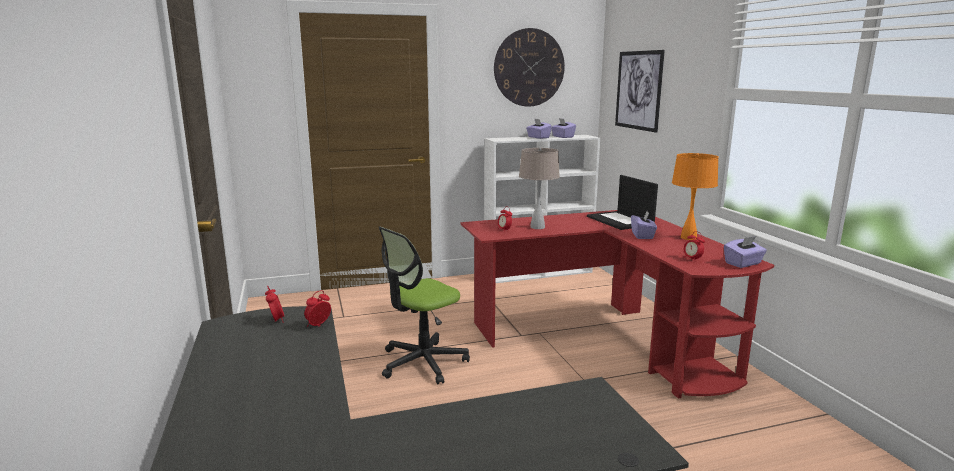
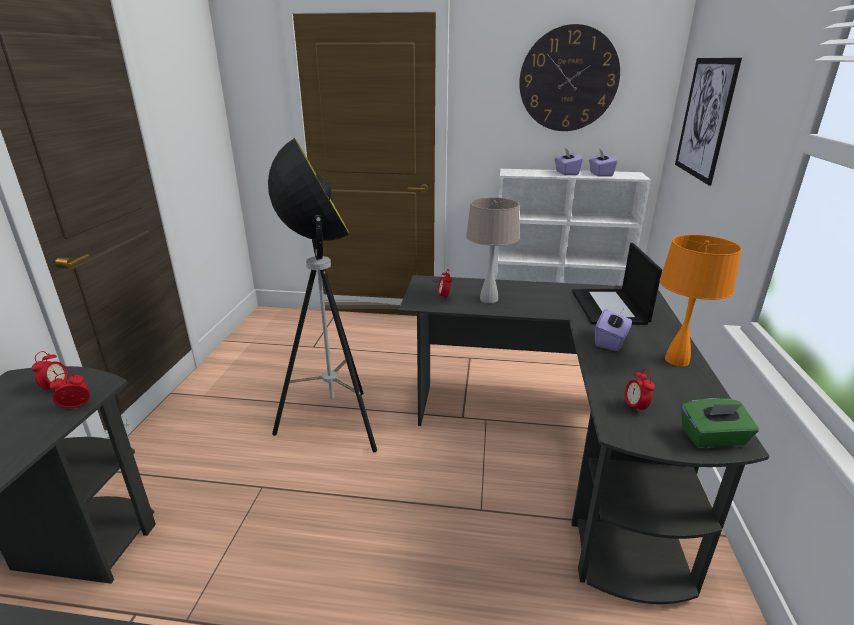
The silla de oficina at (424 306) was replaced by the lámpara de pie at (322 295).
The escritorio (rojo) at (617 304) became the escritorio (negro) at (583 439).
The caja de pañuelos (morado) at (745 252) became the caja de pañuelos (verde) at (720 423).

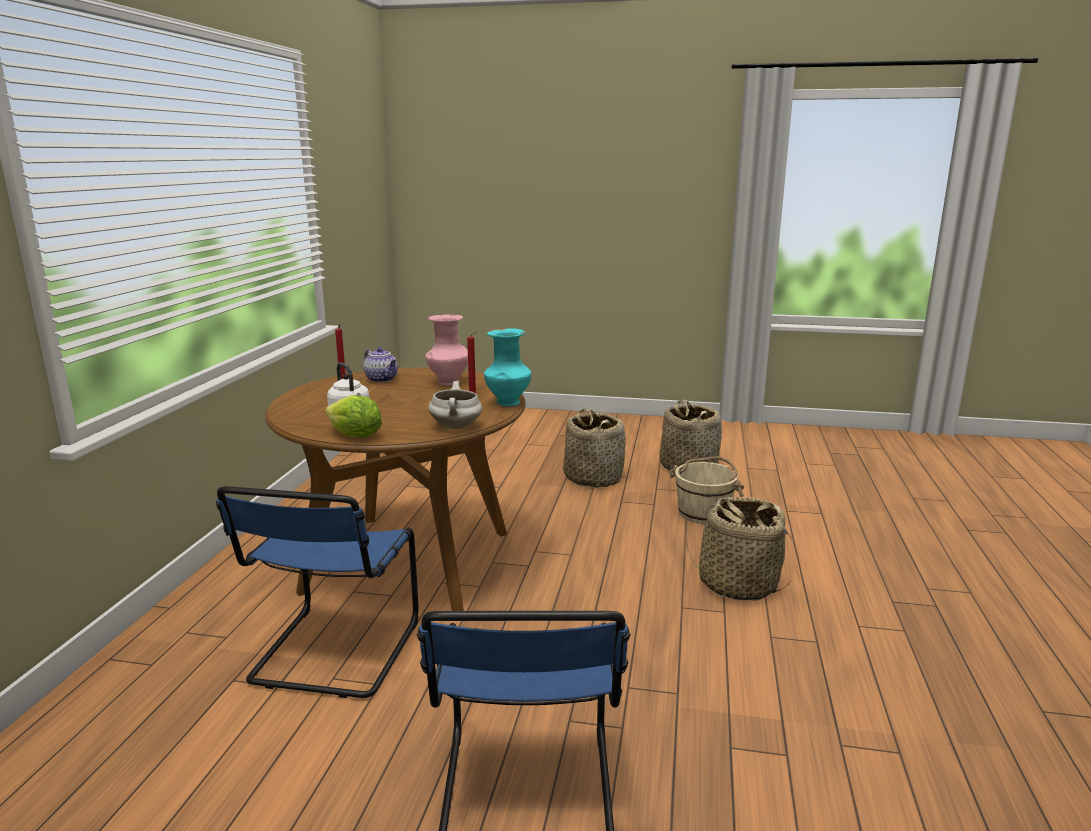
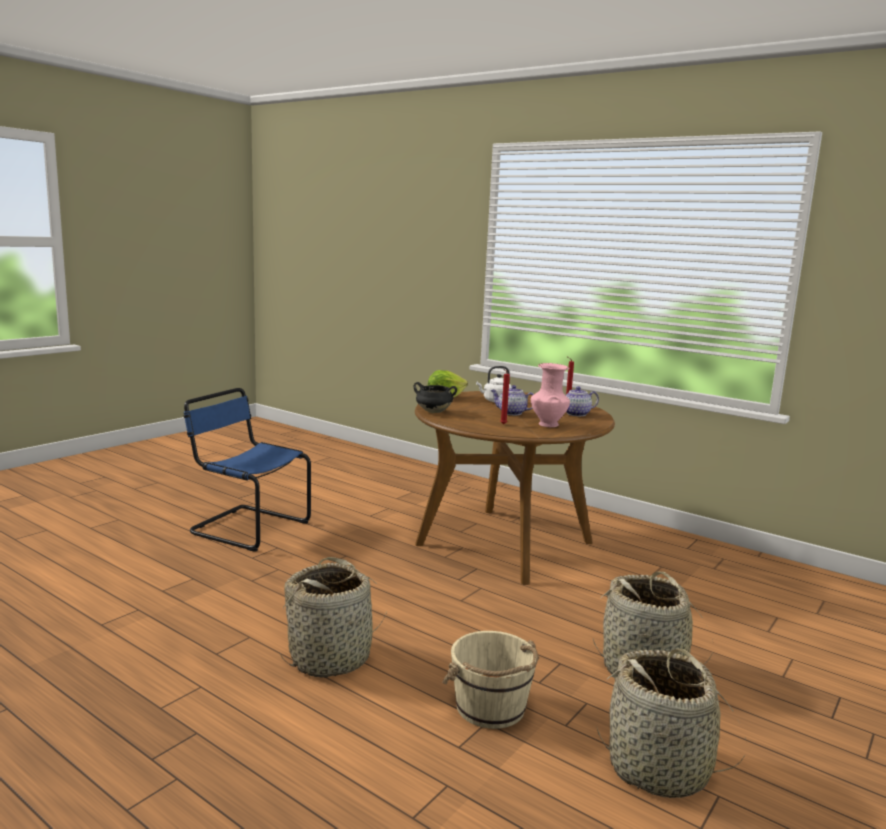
The olla (blanco) at (455 405) became the olla (negro) at (435 397).
The tetera at (512 400) appeared.
The silla (azul) at (317 592) disappeared.
The florero (turquesa) at (507 367) disappeared.

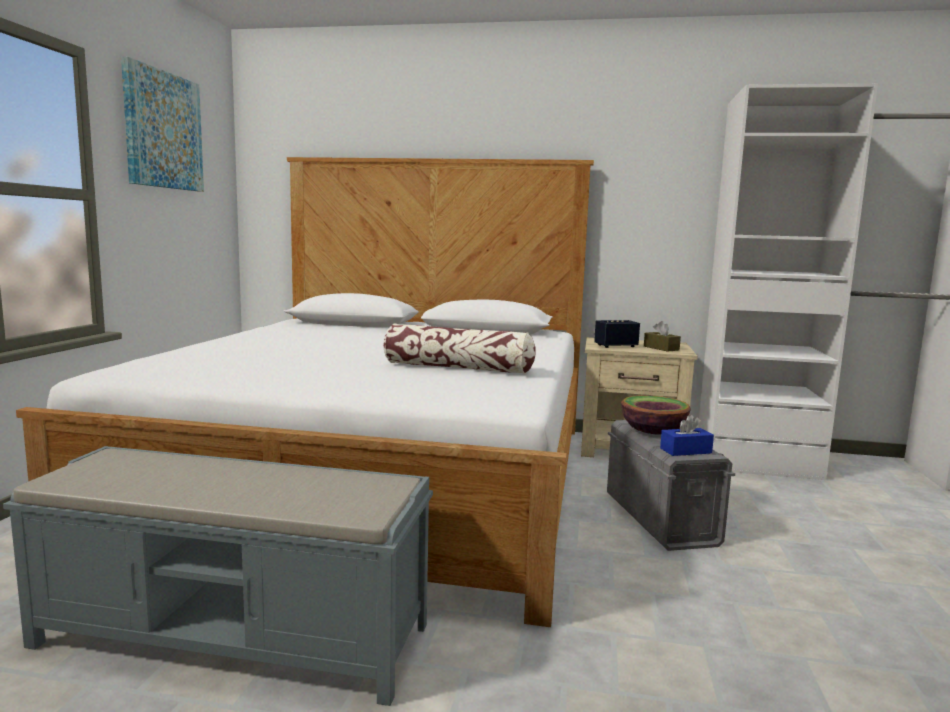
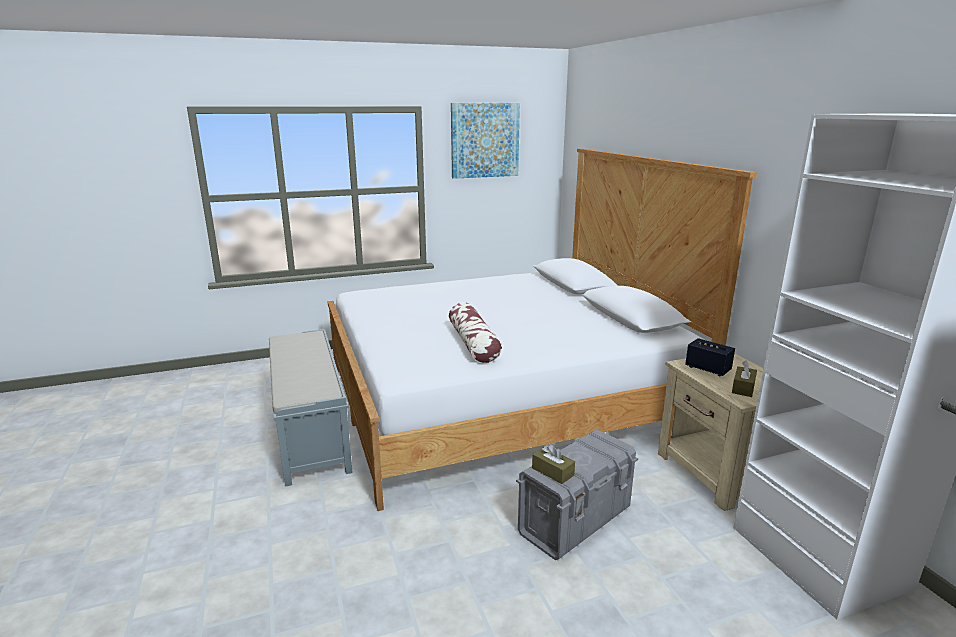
The caja de pañuelos (azul) at (687 435) became the caja de pañuelos (marrón) at (553 464).
The cuenco at (656 414) disappeared.

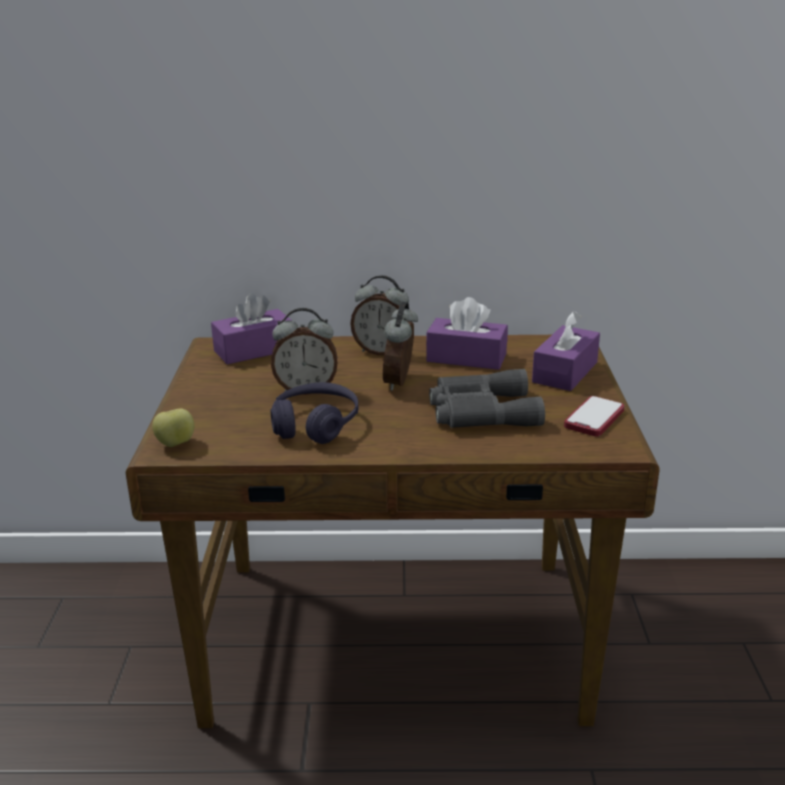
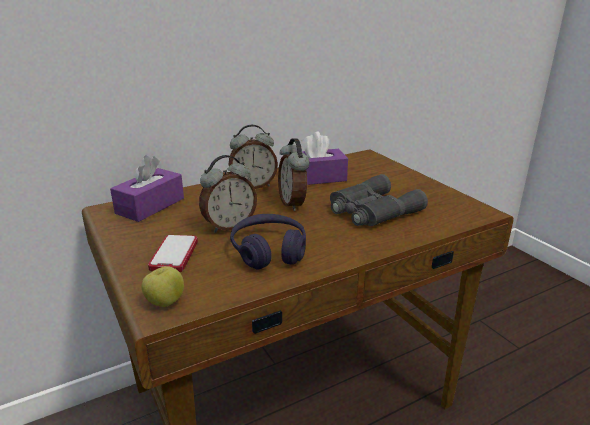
The móvil moved from (594 416) to (173 253).
The caja de pañuelos (morado) at (566 351) disappeared.

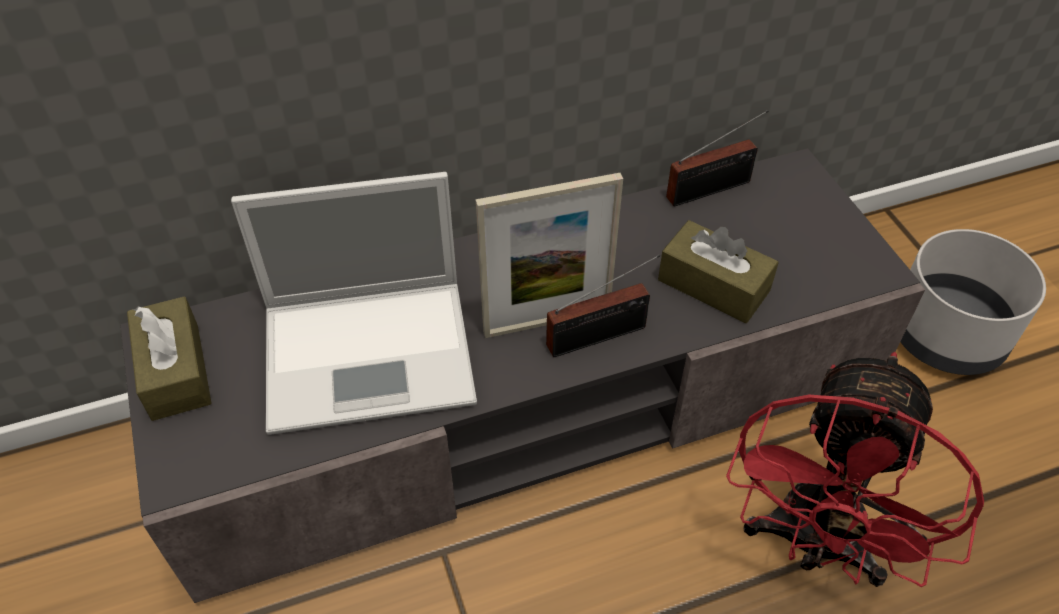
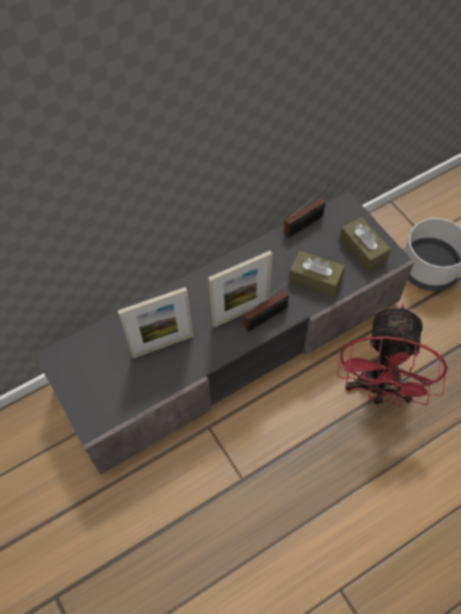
The portátil at (354 303) was replaced by the portarretratos at (156 322).
The caja de pañuelos (marrón) moved from (169 358) to (365 244).

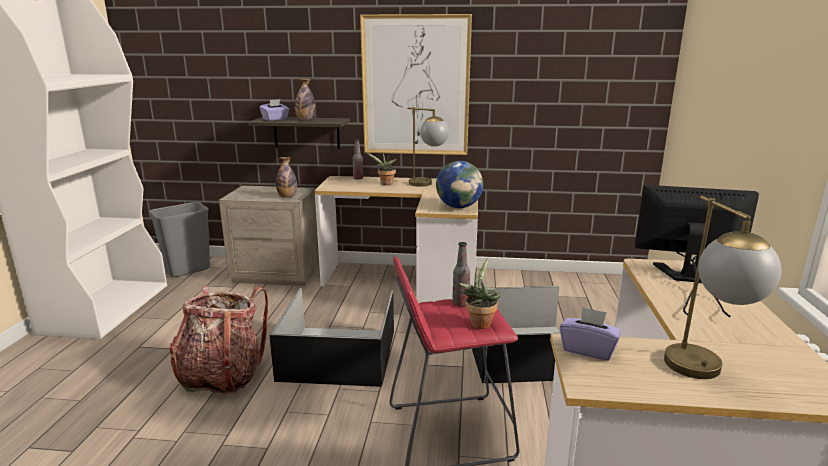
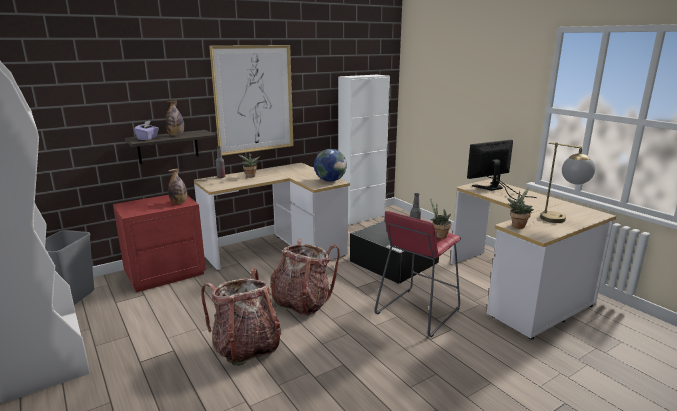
The mesita de noche (beis) at (269 236) became the mesita de noche (rojo) at (159 243).
The caja de almacenaje (negro) at (331 337) was replaced by the mochila at (305 277).
The armario (blanco) at (364 150) appeared.
The caja de pañuelos (morado) at (590 334) was replaced by the planta en maceta at (520 208).
The lámpara de mesa at (428 147) disappeared.

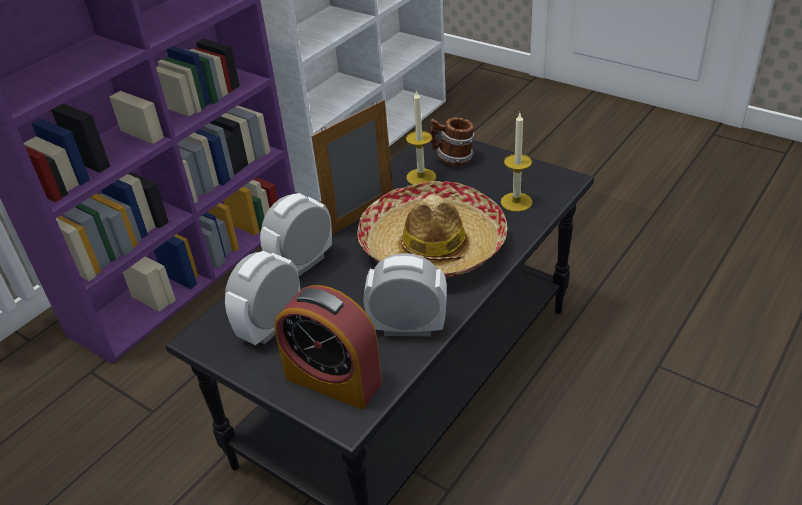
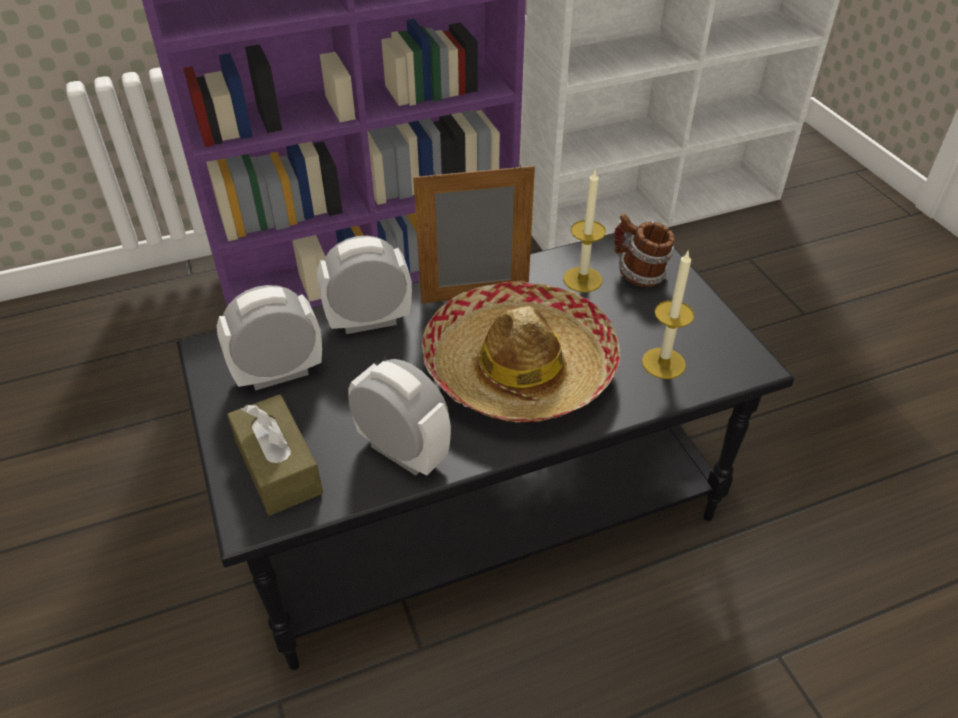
The despertador at (328 347) was replaced by the caja de pañuelos (marrón) at (275 455).

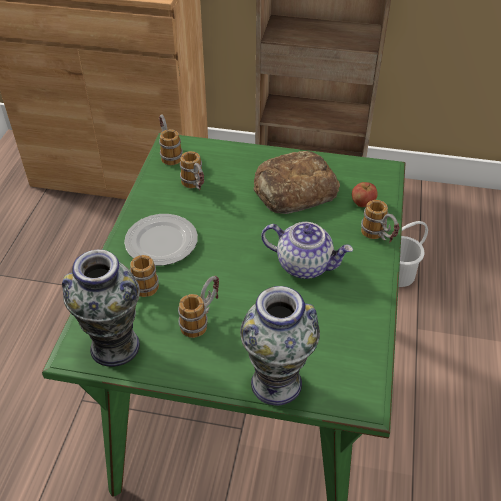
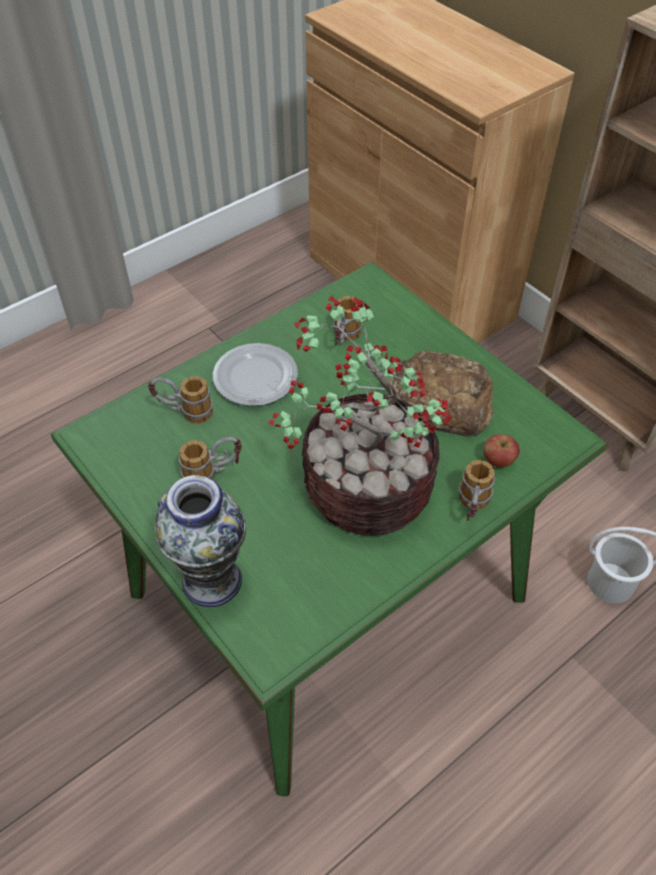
The tetera at (307 250) was replaced by the planta en maceta at (360 416).
The florero at (101 308) disappeared.
The taza grande at (171 139) disappeared.

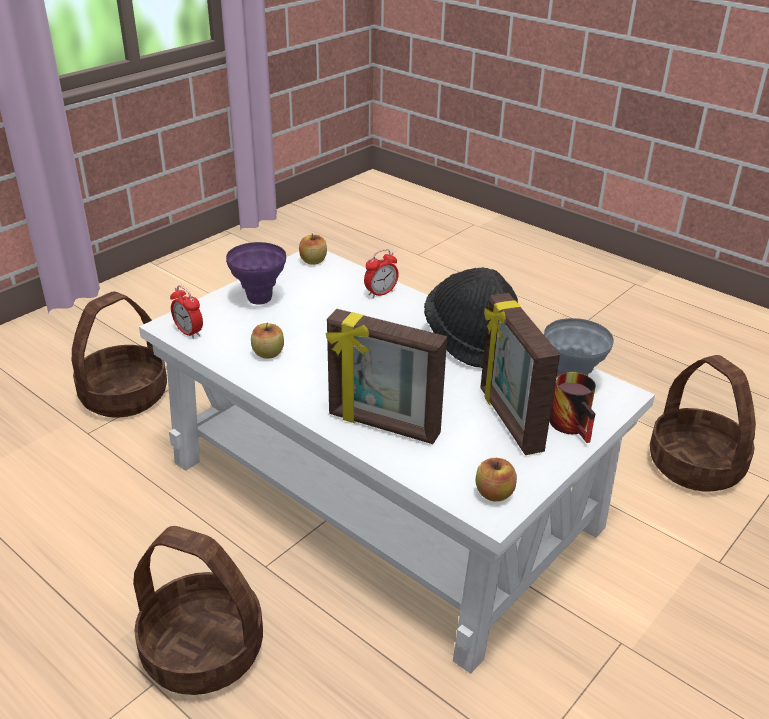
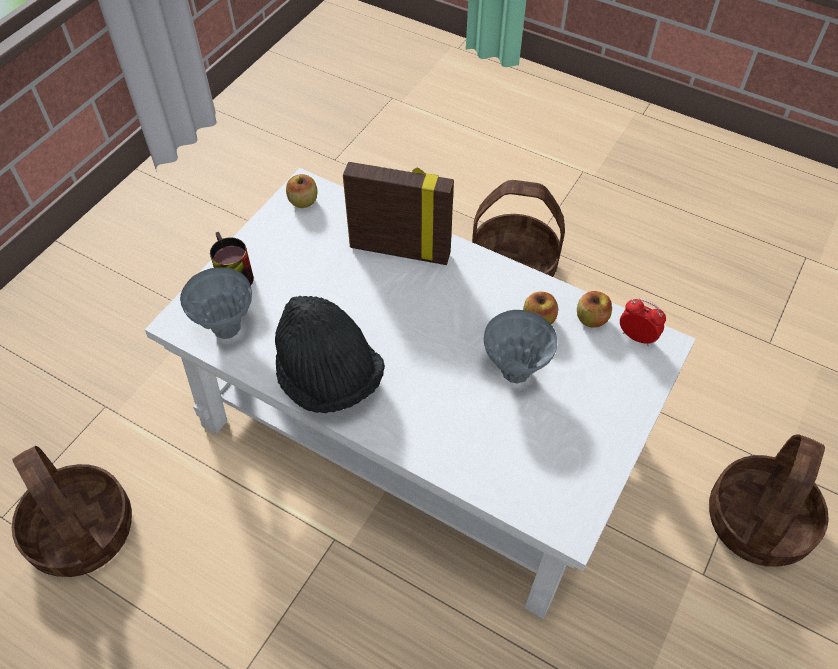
The florero (gris) at (520 347) appeared.
The manzana moved from (313 249) to (594 309).
The florero (morado) at (256 273) disappeared.
The despertador at (381 273) disappeared.
The portarretratos at (520 374) disappeared.

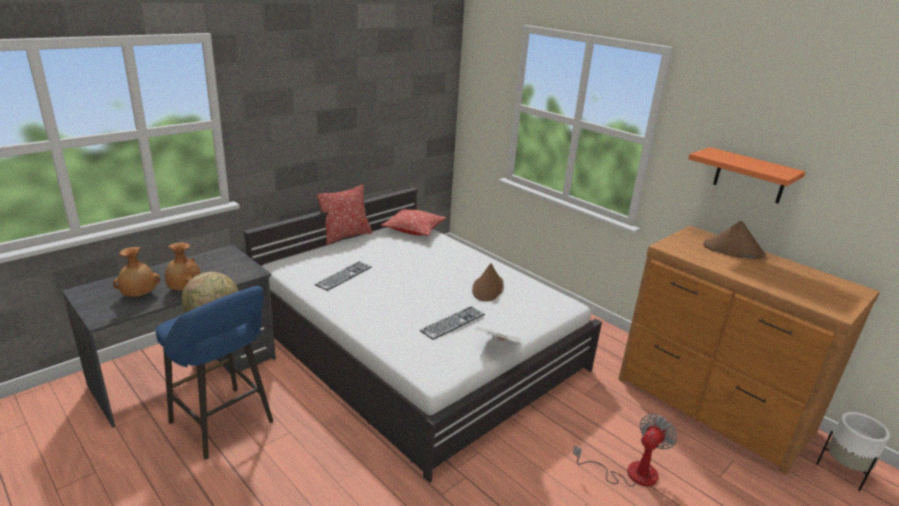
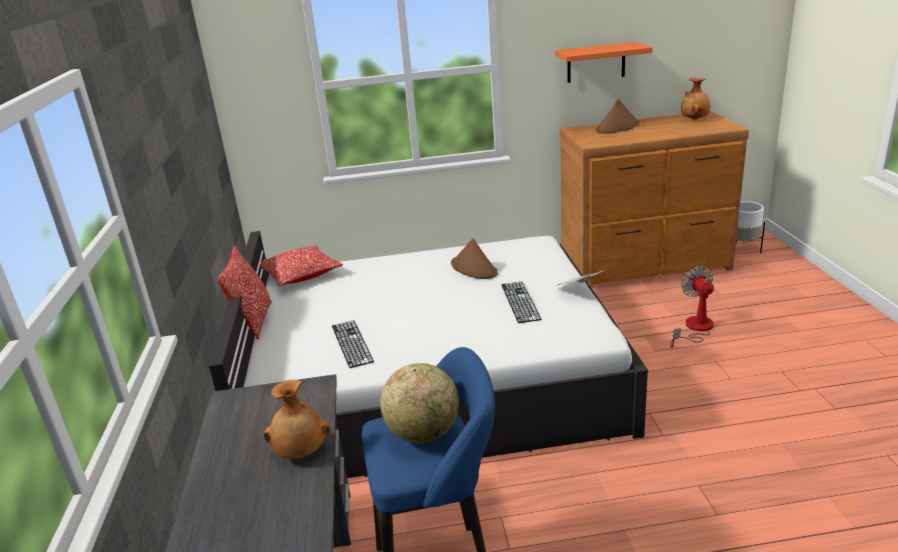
The florero (marrón) moved from (136 272) to (695 98).

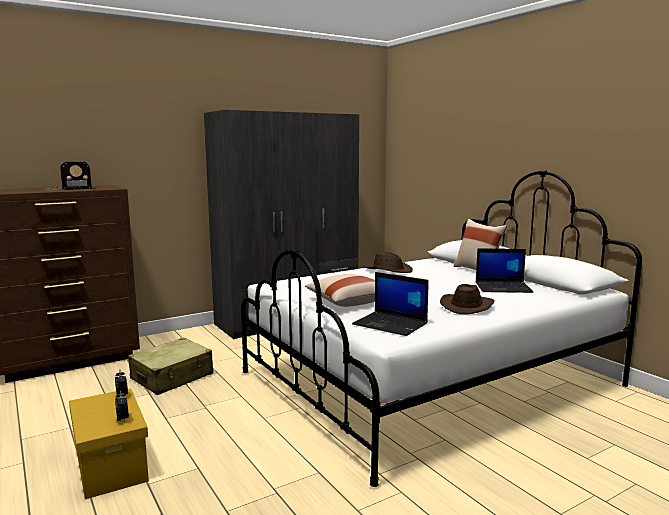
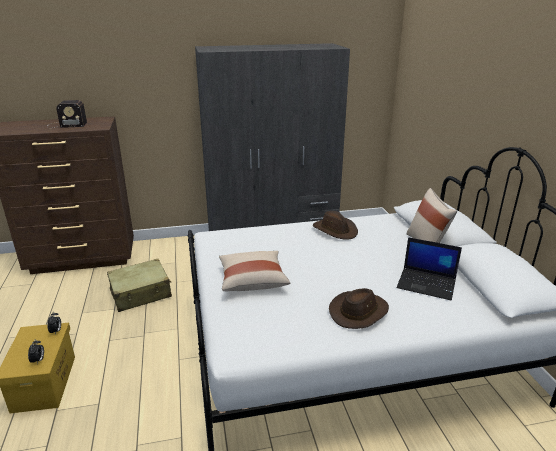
The portátil at (390 304) disappeared.

